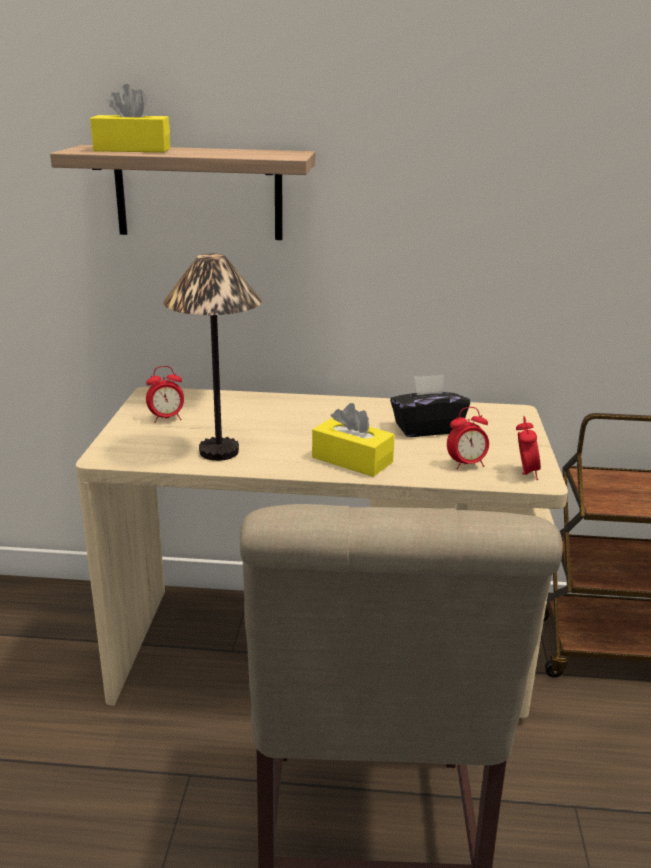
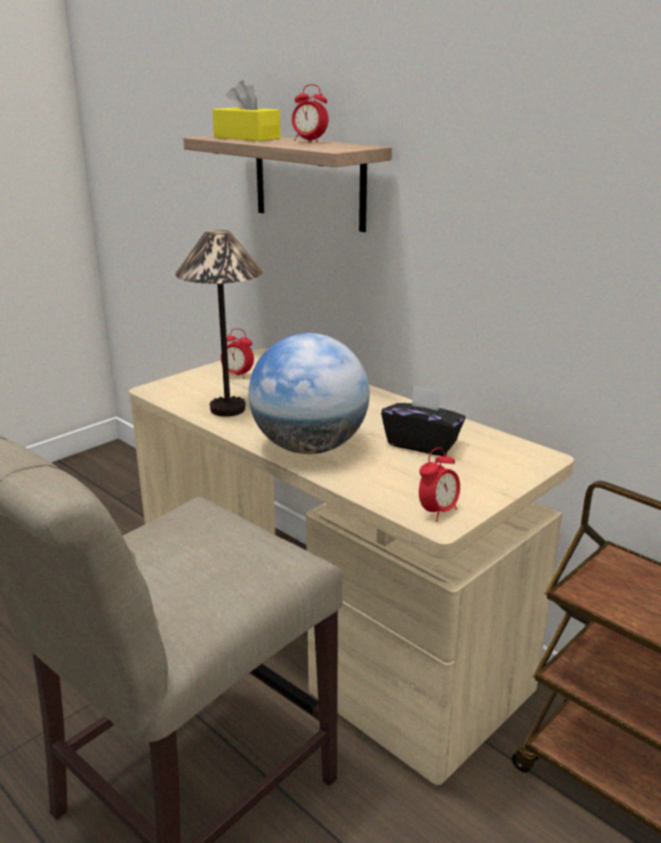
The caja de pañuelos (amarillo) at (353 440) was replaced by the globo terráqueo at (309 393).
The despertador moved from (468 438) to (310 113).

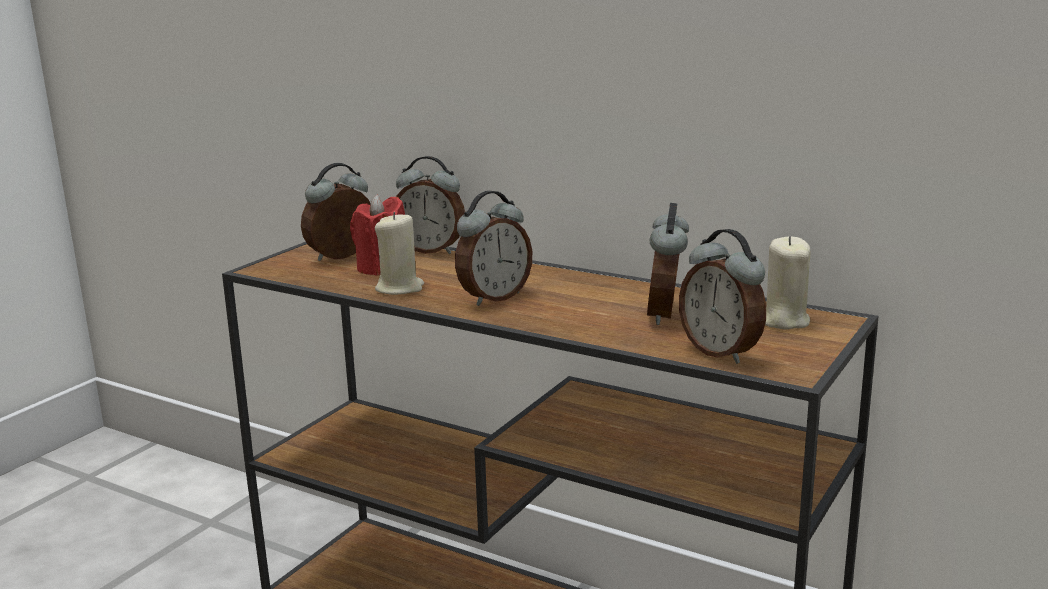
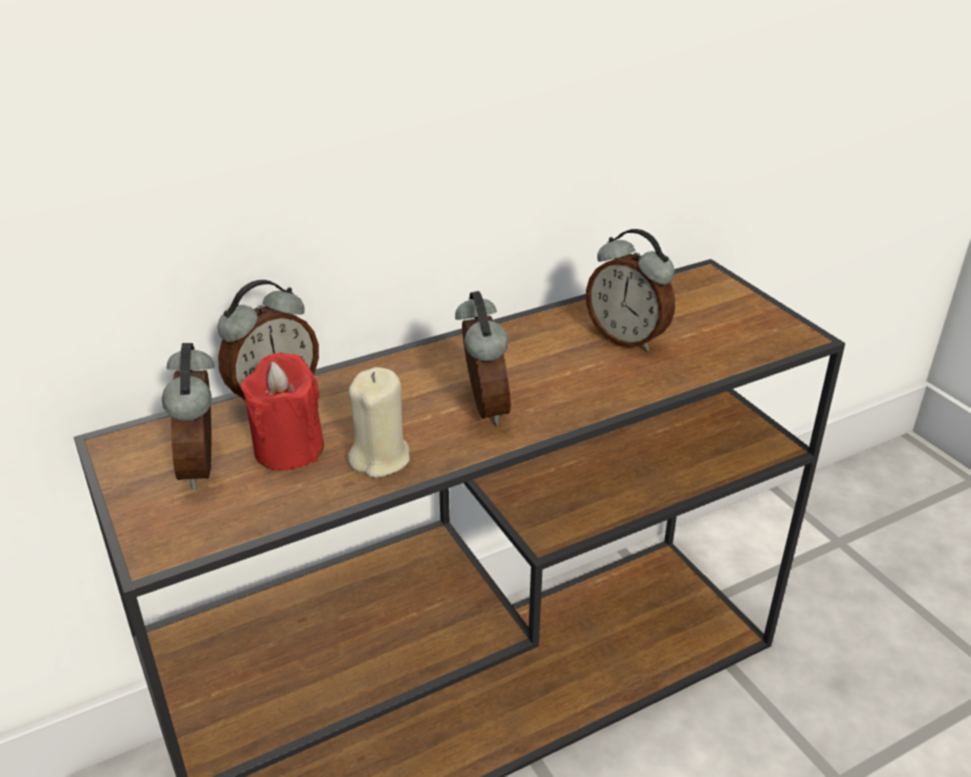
The despertador at (722 296) disappeared.
The vela (beis) at (788 283) disappeared.

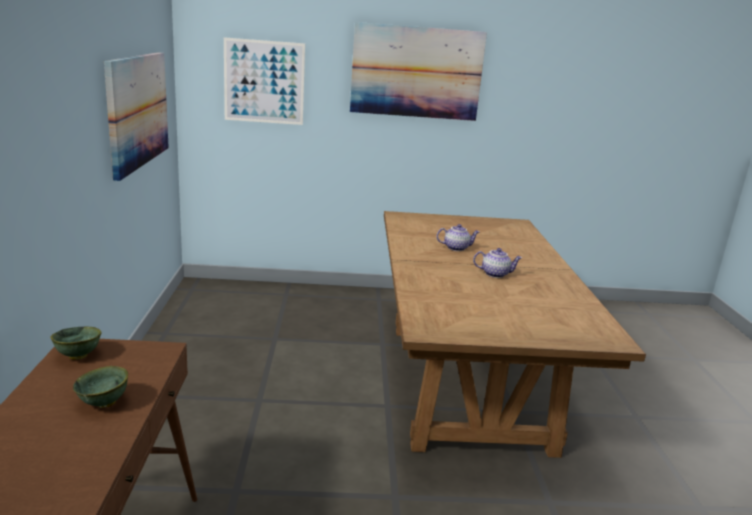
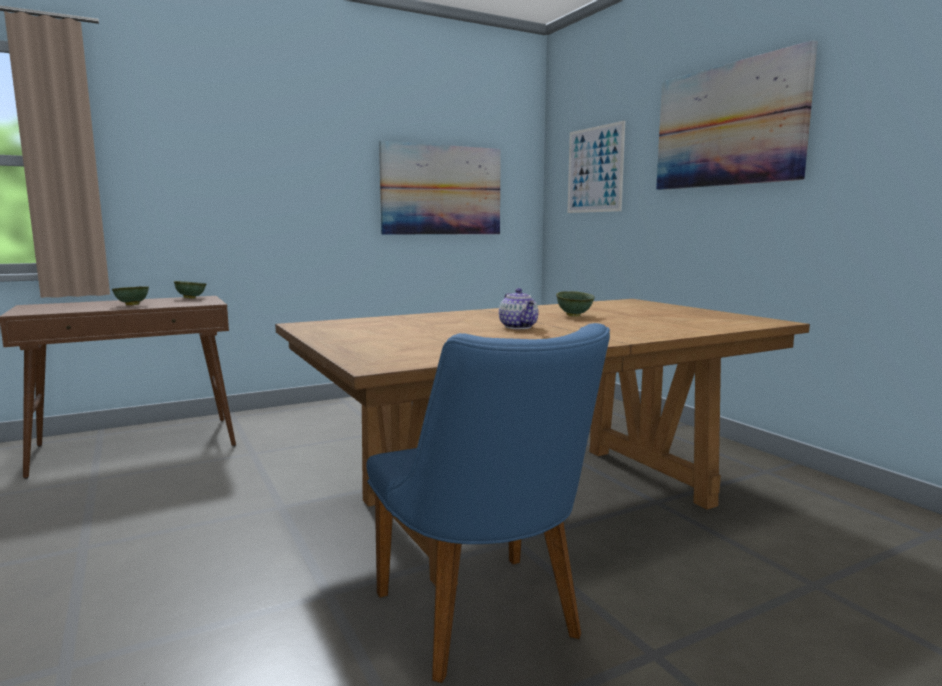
The silla (azul) at (488 503) appeared.
The tetera at (458 237) was replaced by the cuenco (verde) at (575 304).

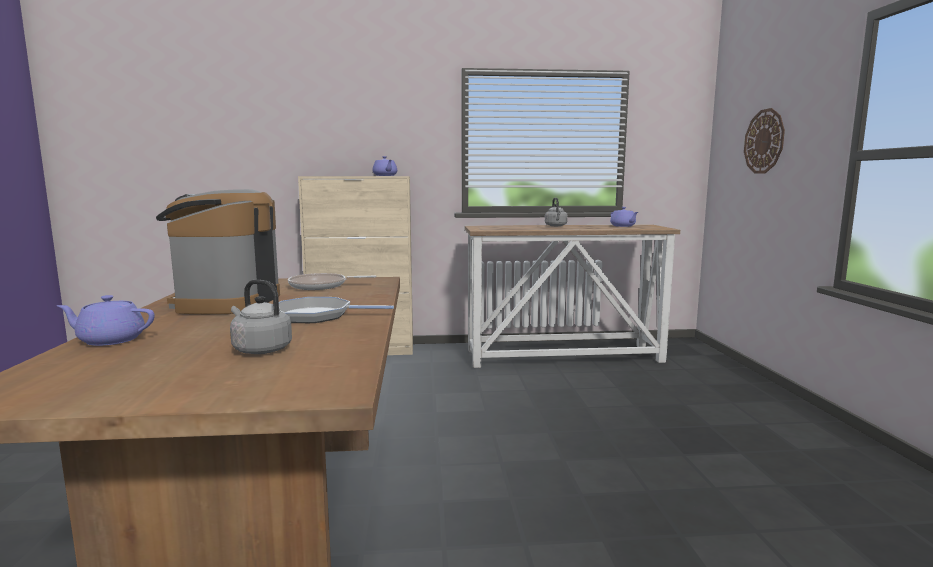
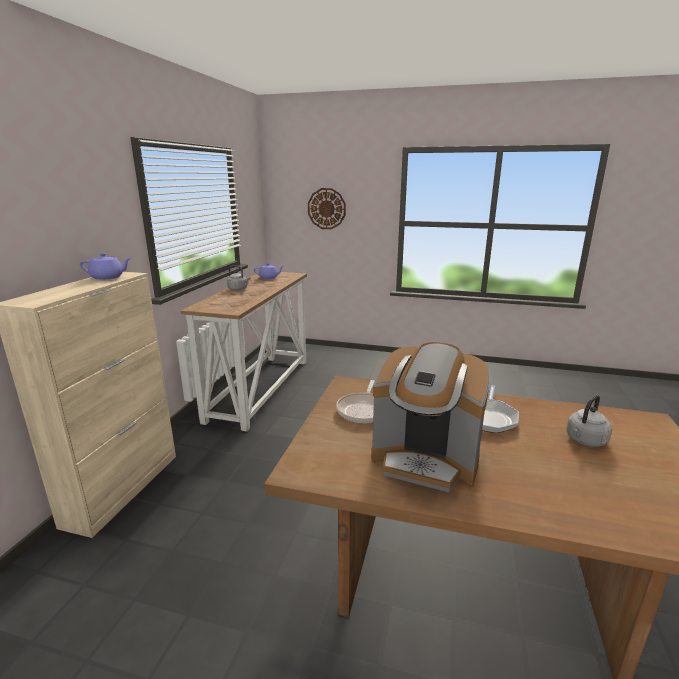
The tetera (morado) at (106 320) disappeared.

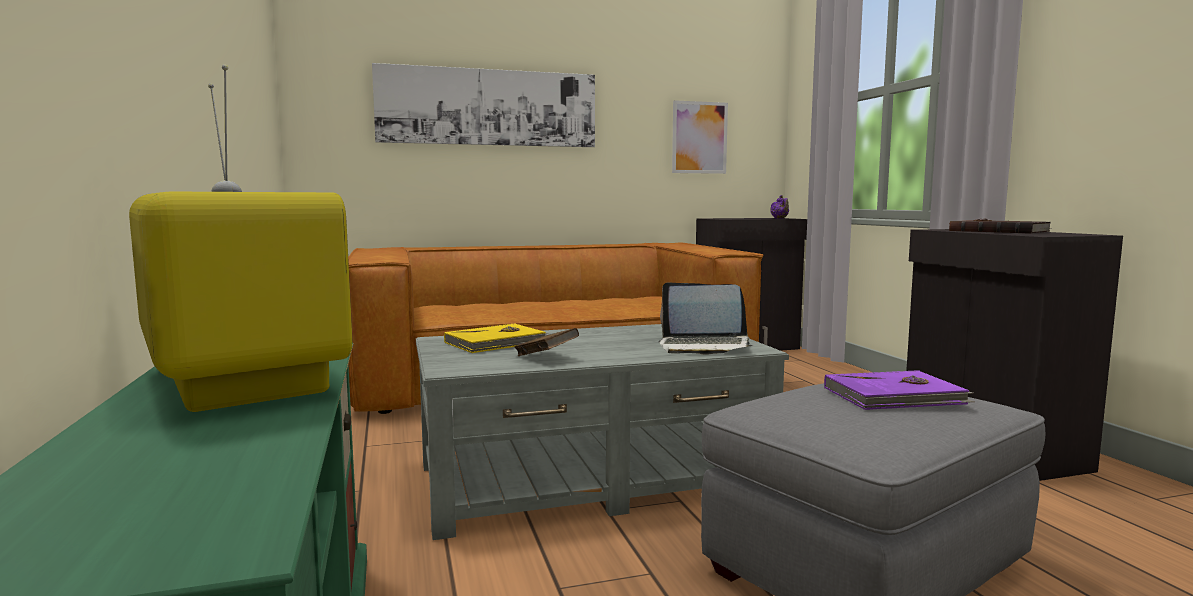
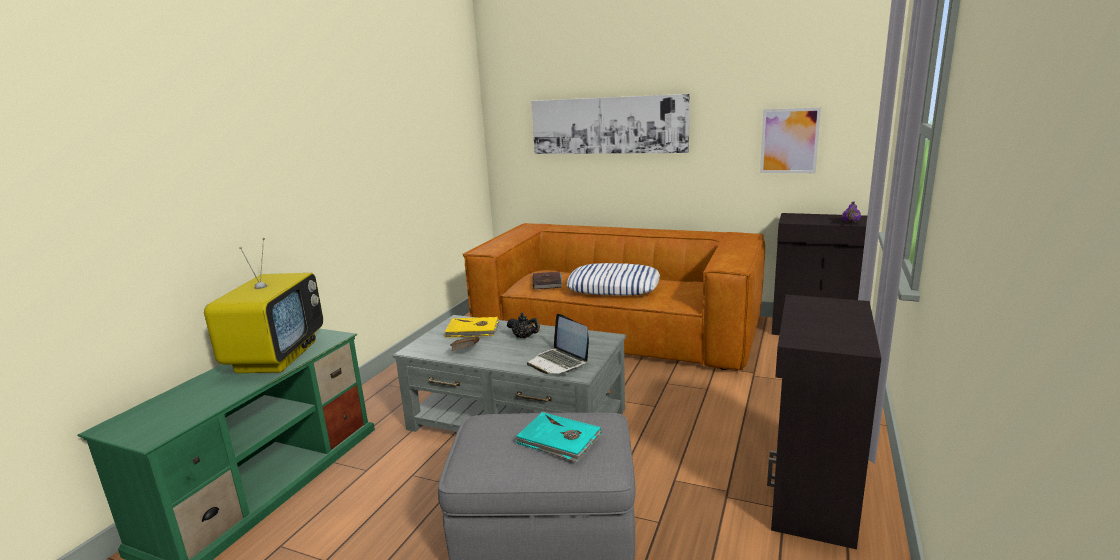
The tetera (negro) at (523 325) appeared.
The libro (morado) at (899 390) became the libro (turquesa) at (558 437).
The libro (marrón) moved from (1000 226) to (547 280).
The cojín at (613 279) appeared.

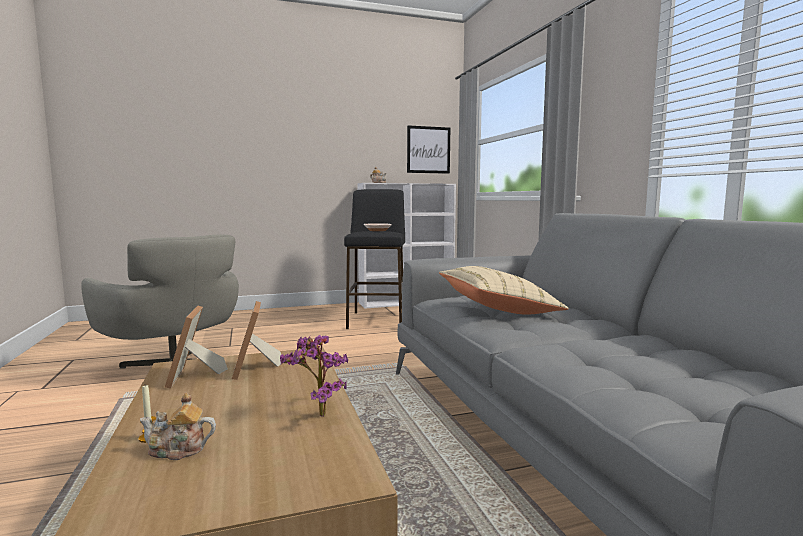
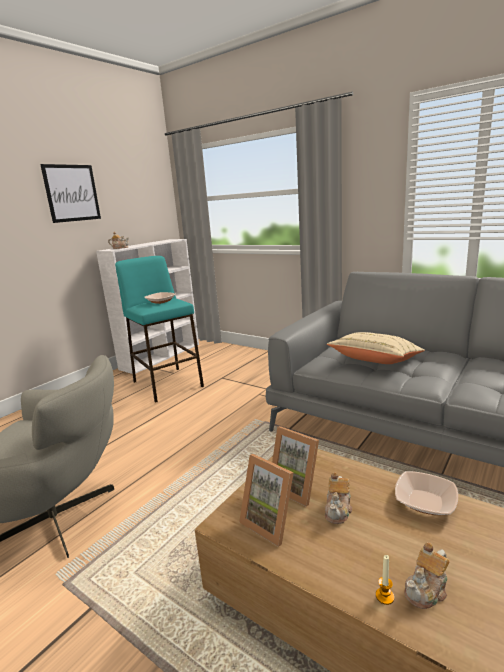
The cuadro moved from (428 149) to (70 193).
The taburete (negro) at (374 259) became the taburete (turquesa) at (159 329).
The tetera at (338 498) appeared.
The planta en maceta at (314 376) was replaced by the cuenco at (426 493).

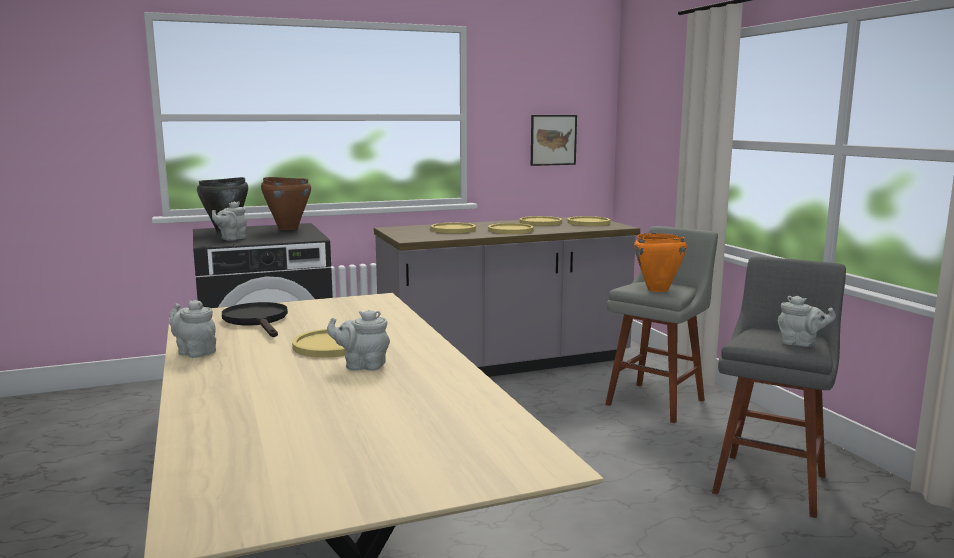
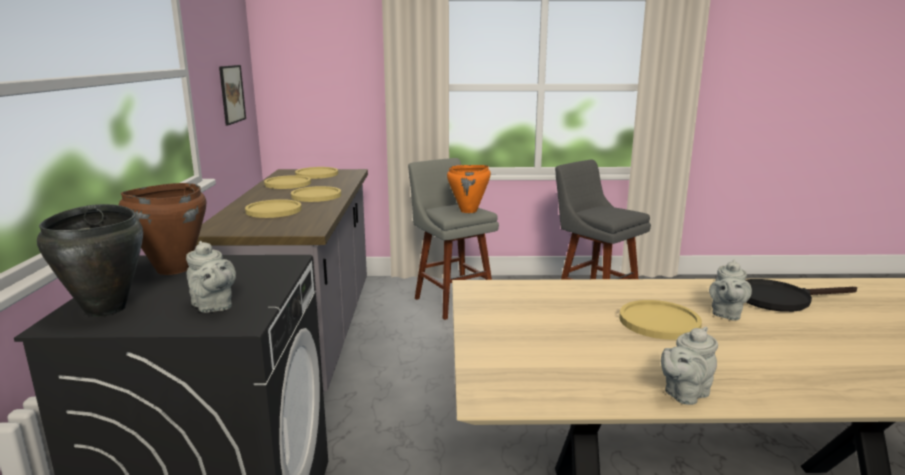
The sartén (negro) moved from (255 319) to (801 295).
The tetera (gris) at (807 321) disappeared.

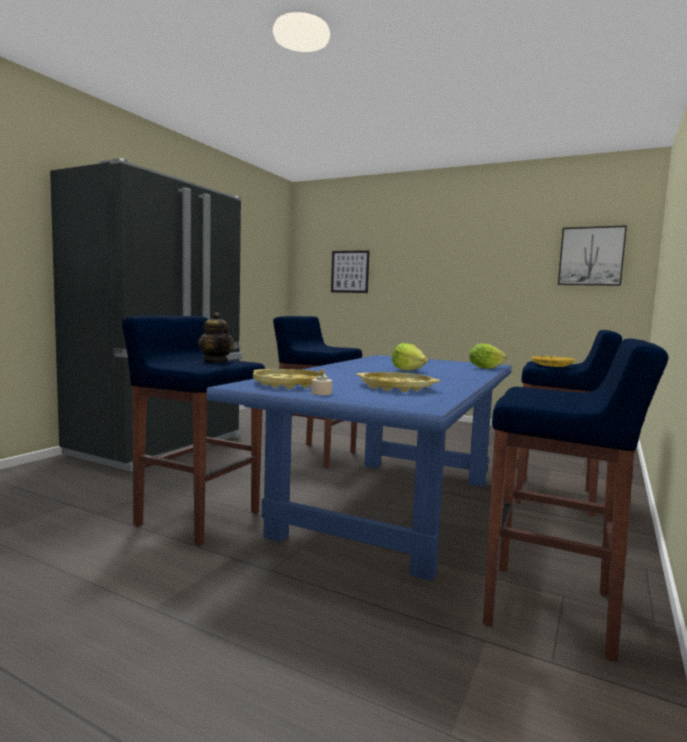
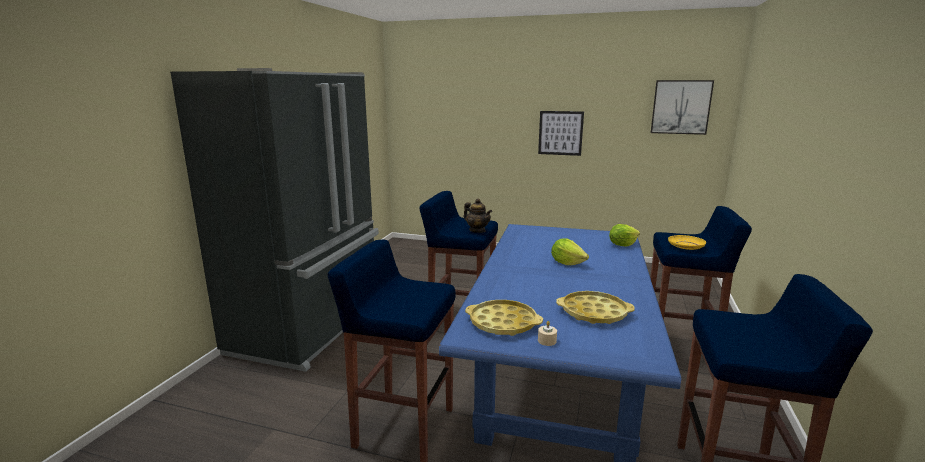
The tetera moved from (216 337) to (478 215).
The cuadro moved from (350 271) to (561 133).

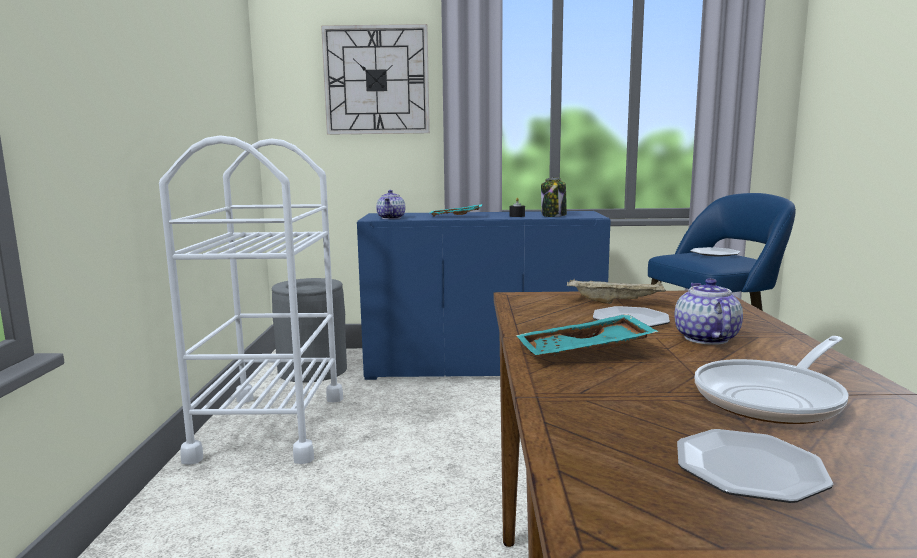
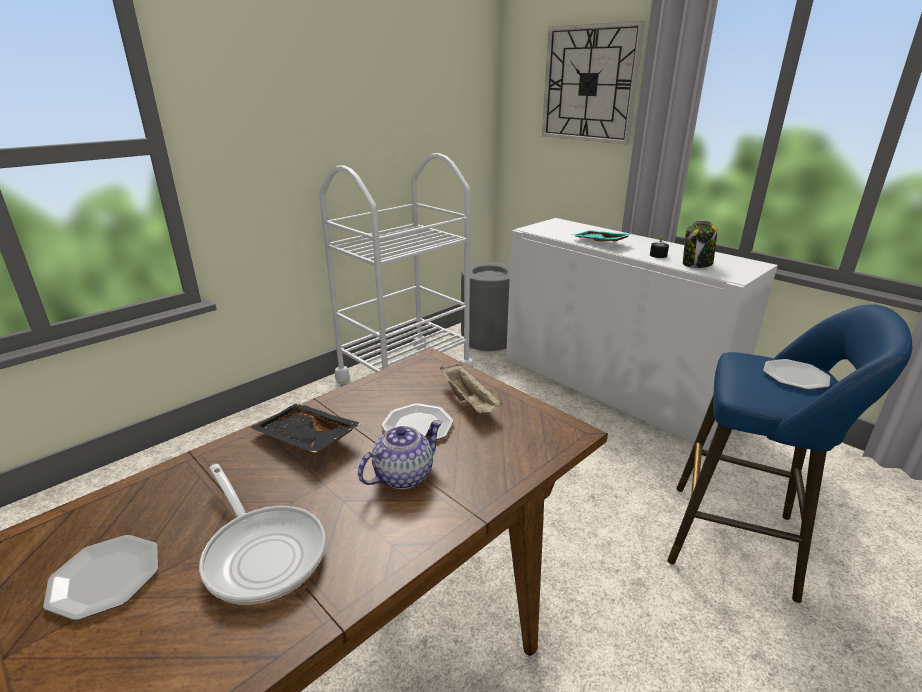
The sartén at (771 380) turned 135 degrees counterclockwise.
The bandeja (turquesa) at (587 335) became the bandeja (negro) at (306 428).
The armario (azul) at (484 295) became the armario (blanco) at (642 333).
The tetera at (390 204) disappeared.

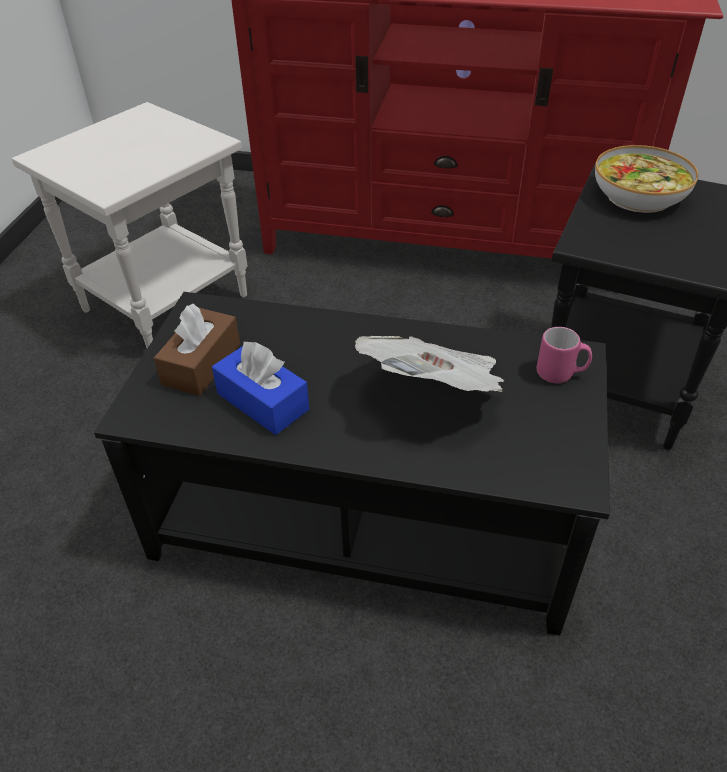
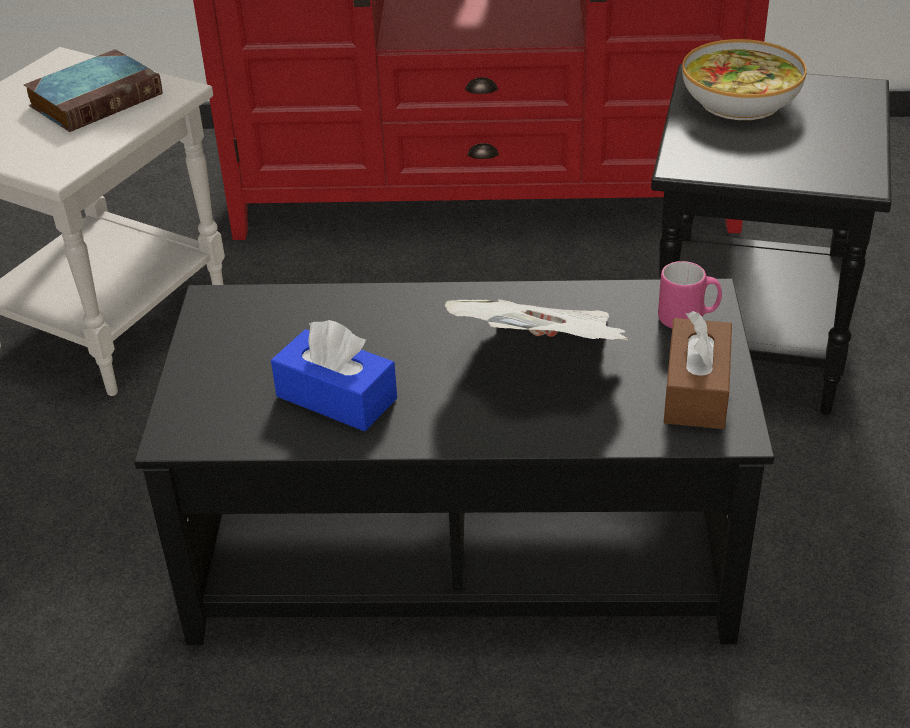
The libro at (93 90) appeared.
The caja de pañuelos (marrón) moved from (197 350) to (698 370).

